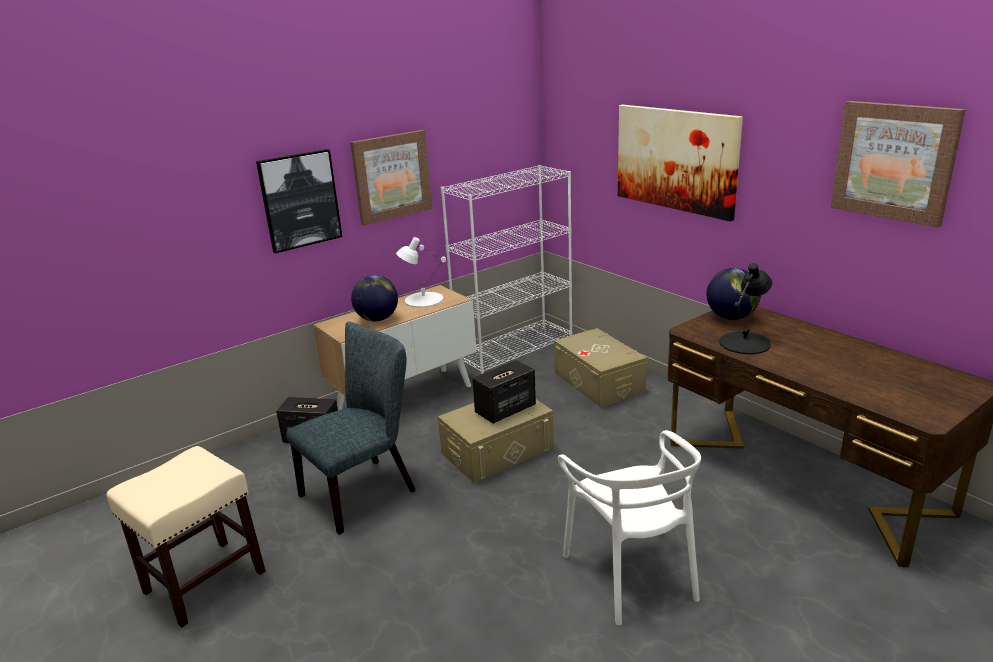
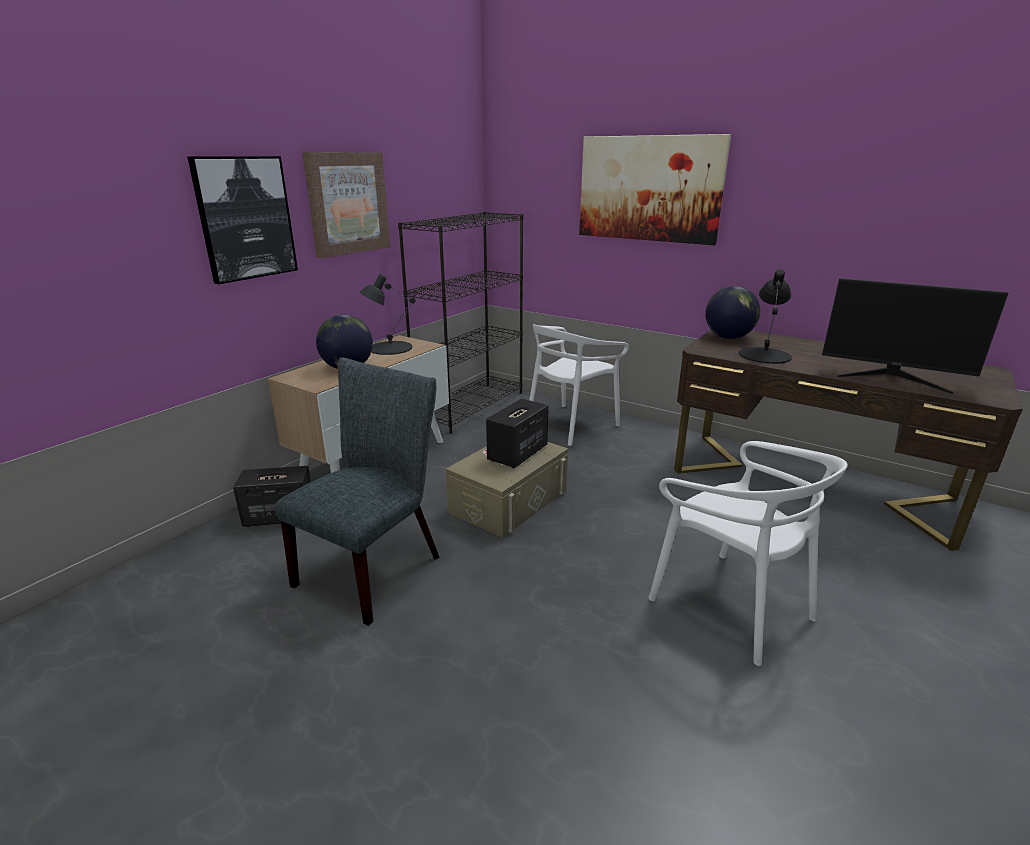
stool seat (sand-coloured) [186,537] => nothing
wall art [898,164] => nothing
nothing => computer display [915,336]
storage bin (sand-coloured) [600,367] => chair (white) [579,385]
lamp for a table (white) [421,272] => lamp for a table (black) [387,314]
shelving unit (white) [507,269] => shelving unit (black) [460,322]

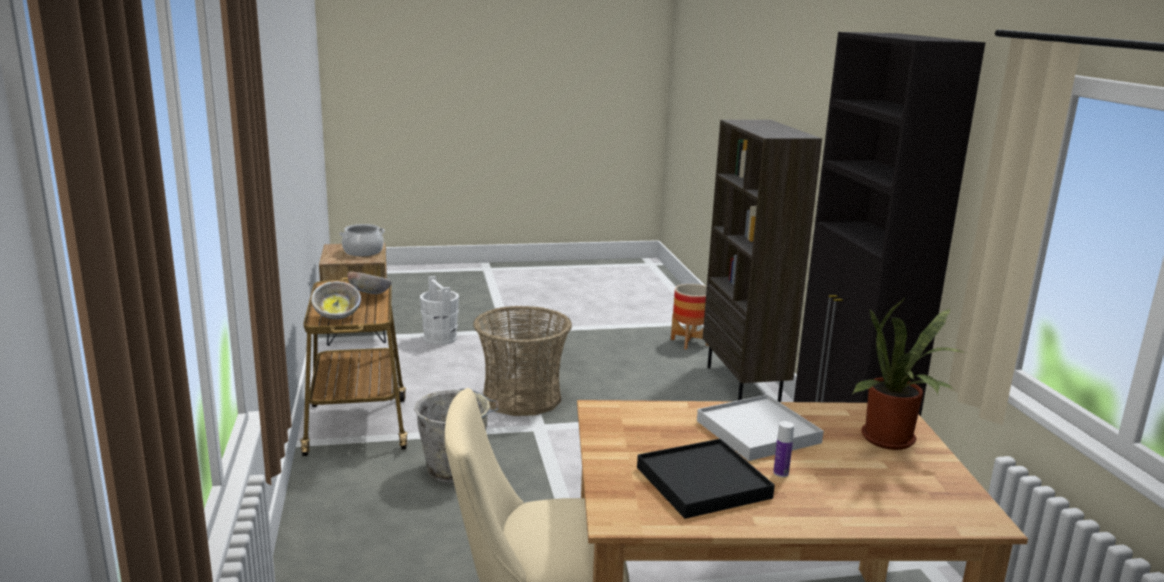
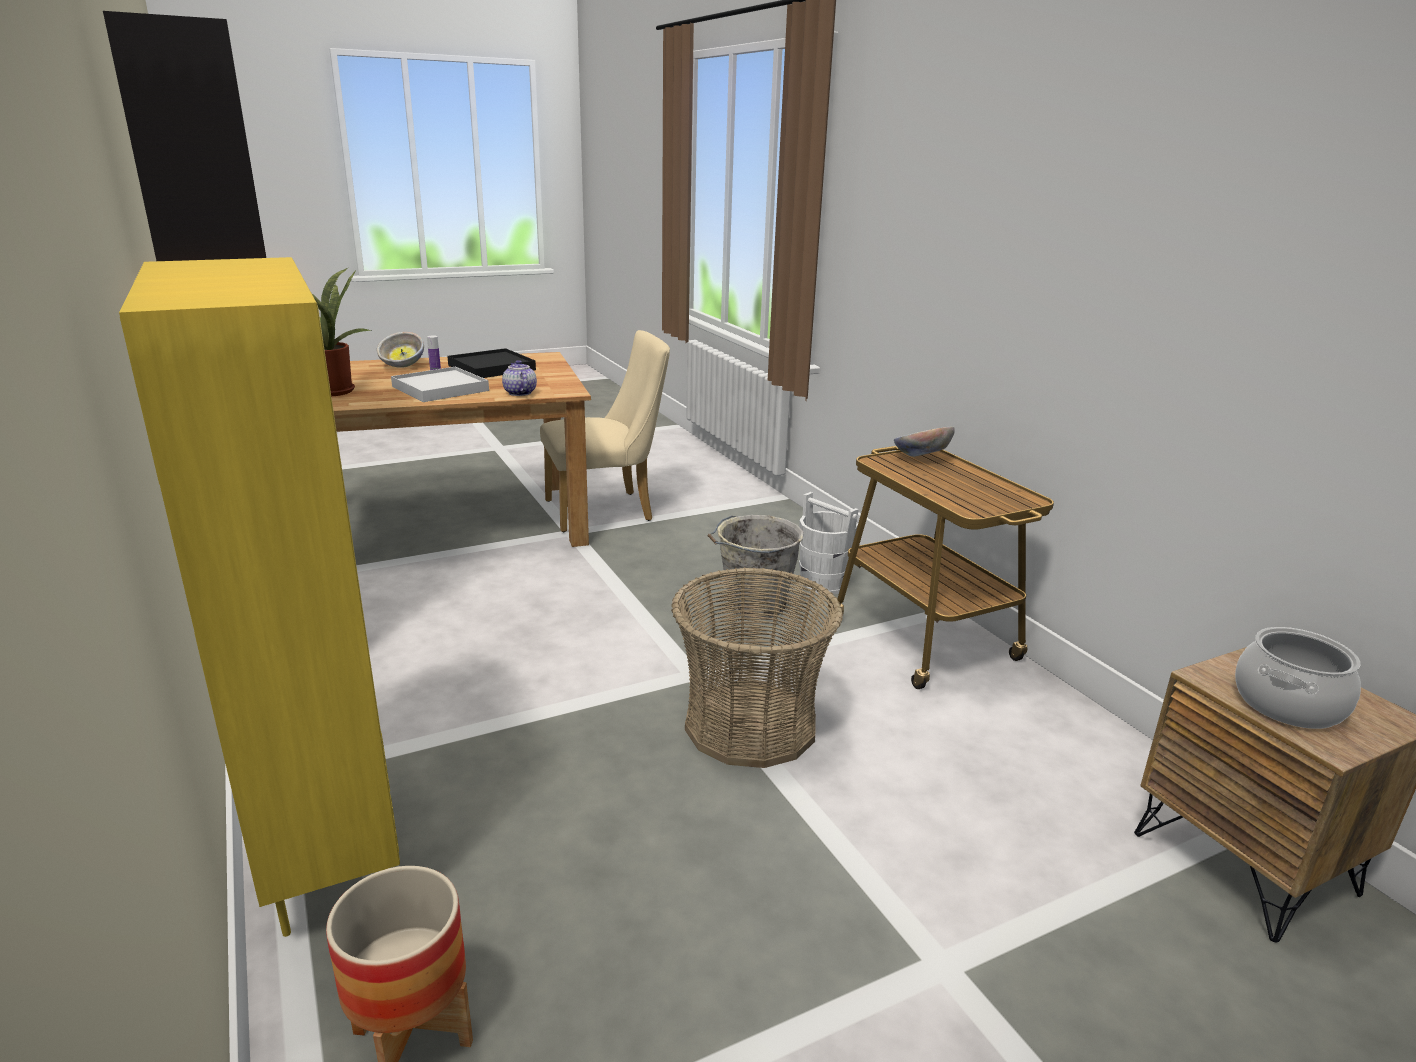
nothing => tea pot [519,378]
bowl [370,283] => bowl [400,350], moved
pail (white) [439,310] => pail (white) [829,543], moved
shelving unit (brown) [762,261] => shelving unit (yellow-coloured) [259,597]

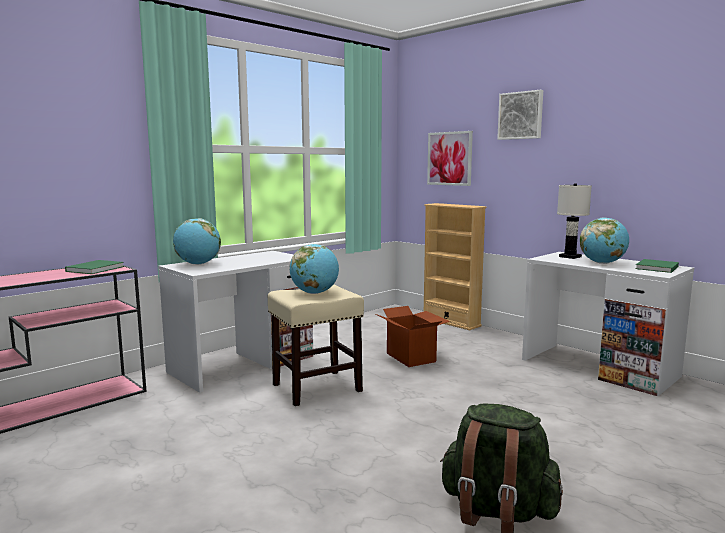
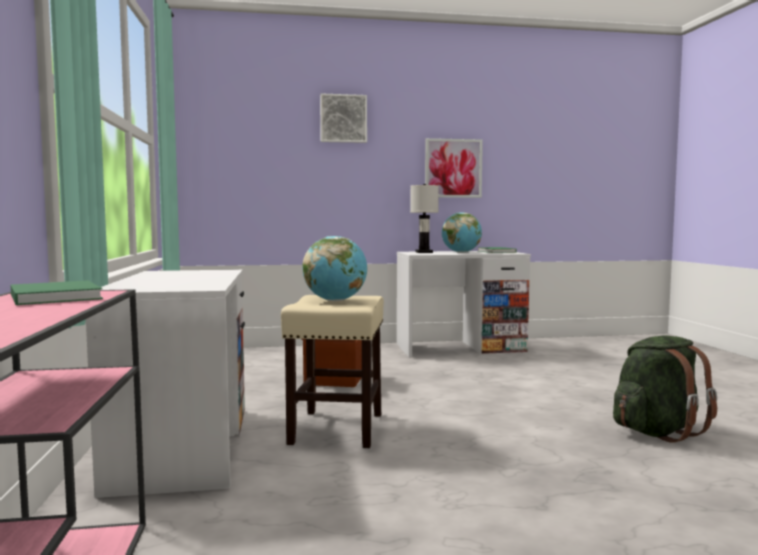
desk globe [197,241] => nothing
shelving unit (sand-coloured) [455,266] => nothing
wall art [450,158] => wall art [454,168], moved

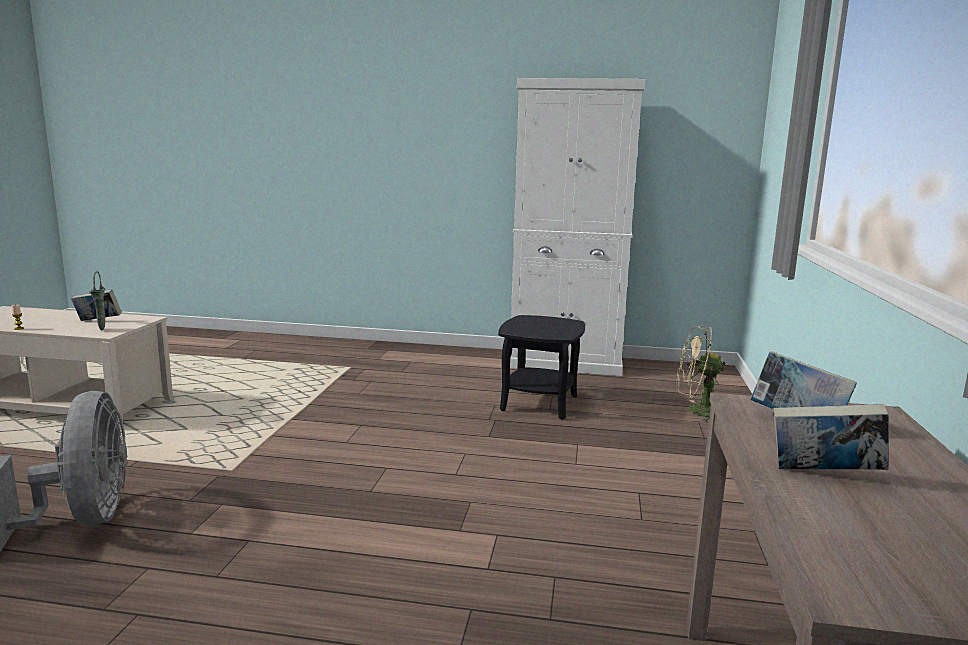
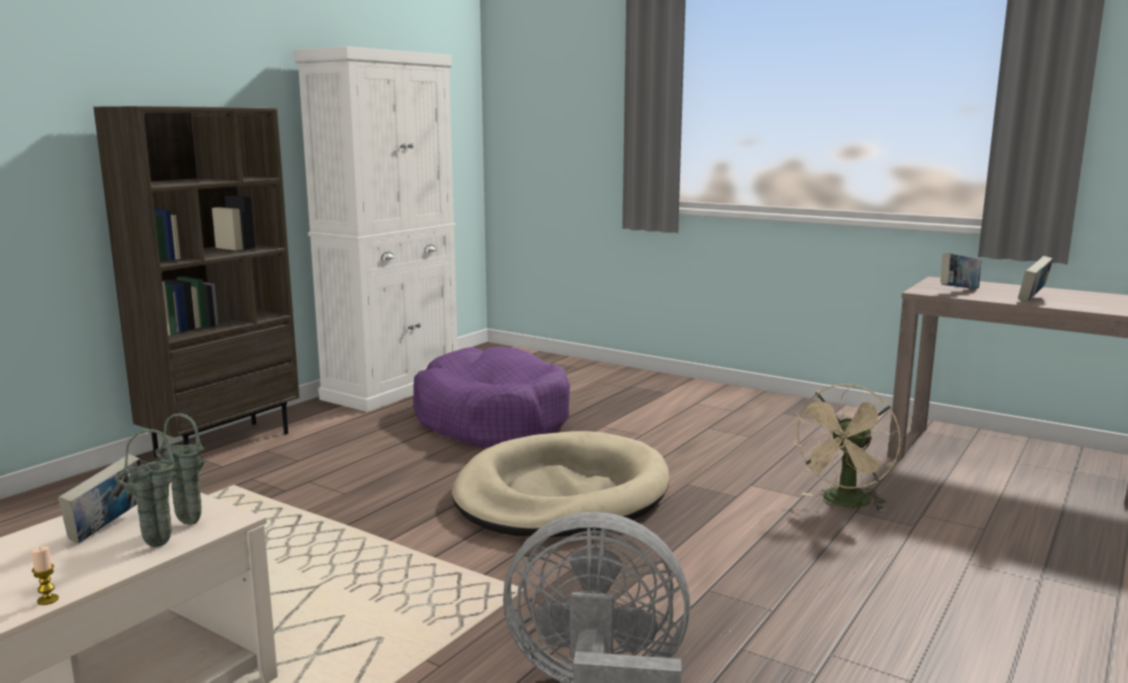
nothing => shelving unit (brown) [196,281]
nothing => decorative vase (greenish) [146,488]
nothing => dog bed (sand-coloured) [561,484]
cooling fan (sand-coloured) [701,373] => cooling fan (sand-coloured) [846,447], moved
side table (black) [541,367] => dog bed (purple) [491,397]

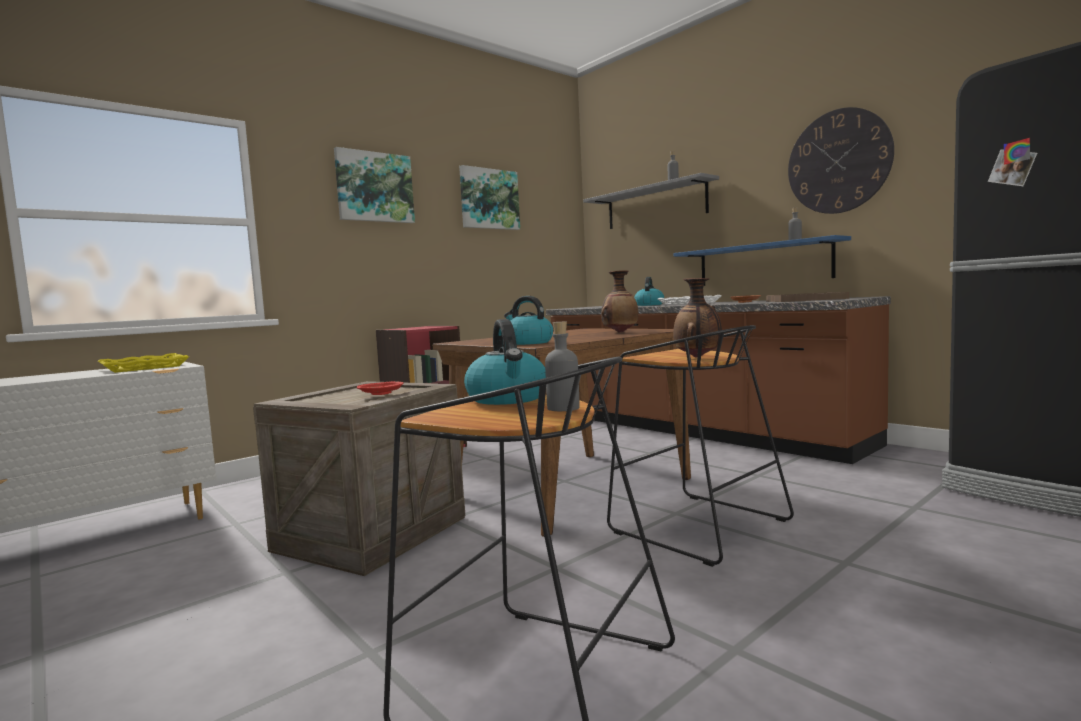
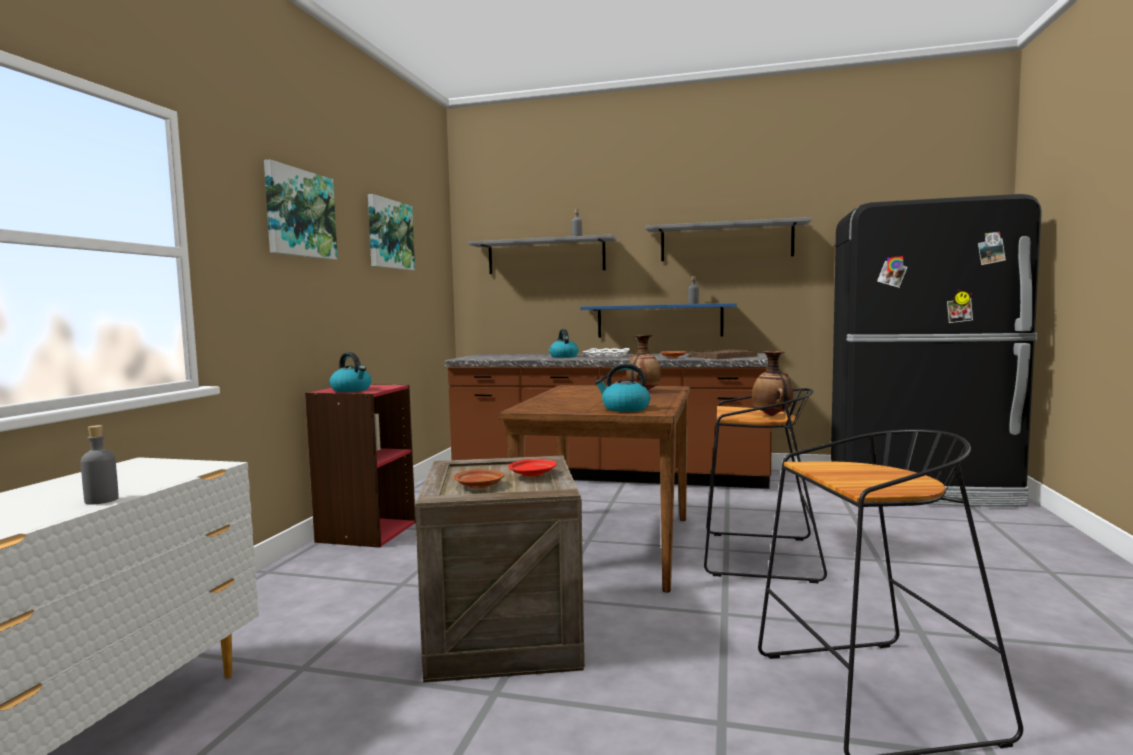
serving tray (yellow-coloured) [143,363] => nothing
nothing => flat dish (brown) [479,478]
kettle [505,362] => kettle [350,372], moved
bottle (grey) [562,366] => bottle (grey) [100,465], moved
hanging clock [841,160] => shelf (grey) [728,239]

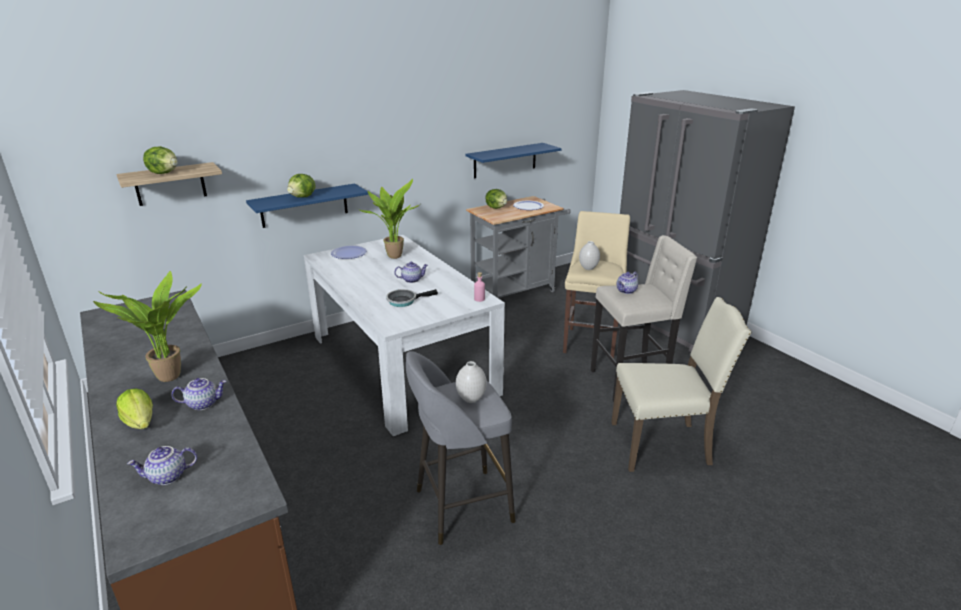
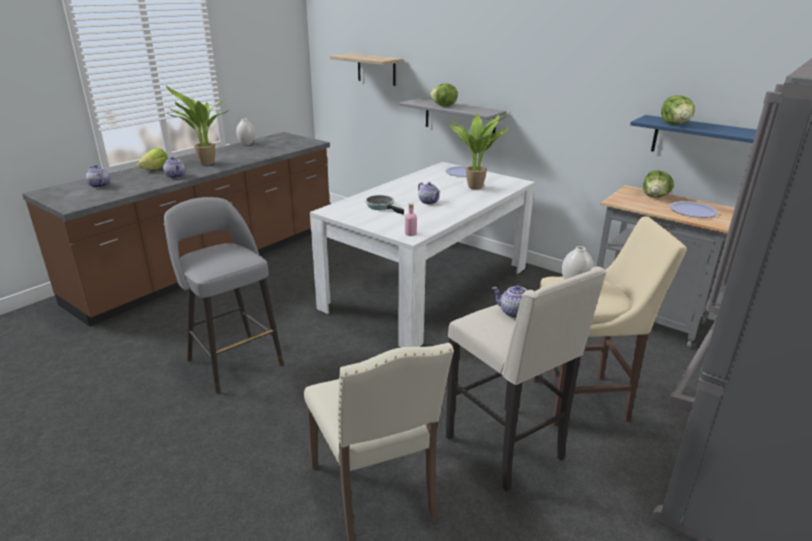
lettuce head [160,160] => lettuce head [678,110], moved
decorative vase (white) [471,382] => decorative vase (white) [245,132], moved
shelf (blue) [307,205] => shelf (grey) [452,116]

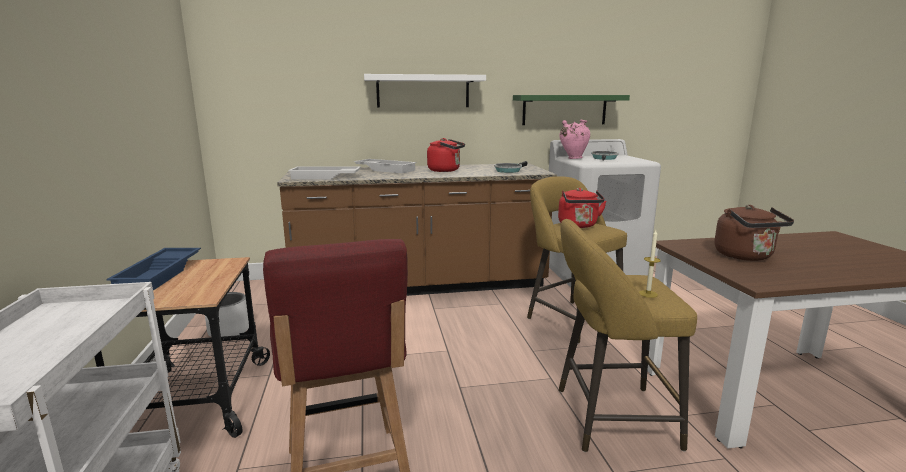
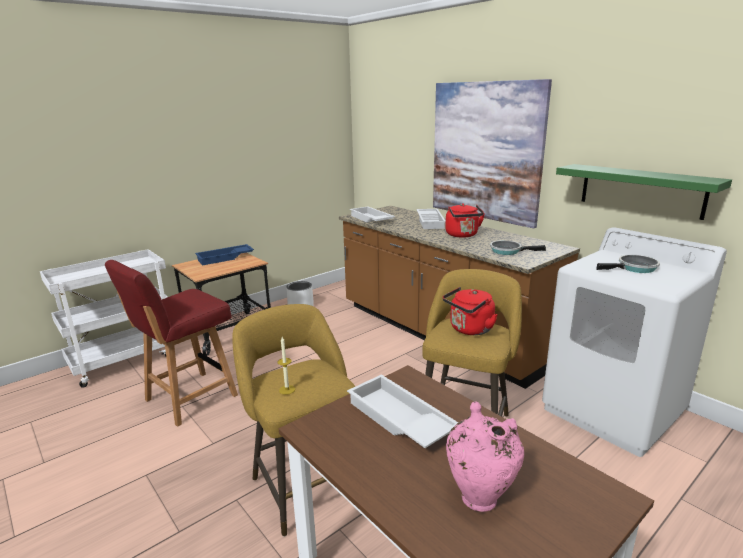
decorative vase (pink) [574,139] => decorative vase (pink) [485,456], moved
shelf (white) [425,91] => wall art [492,153]
kettle (brown) [754,233] => serving tray (white) [402,411]

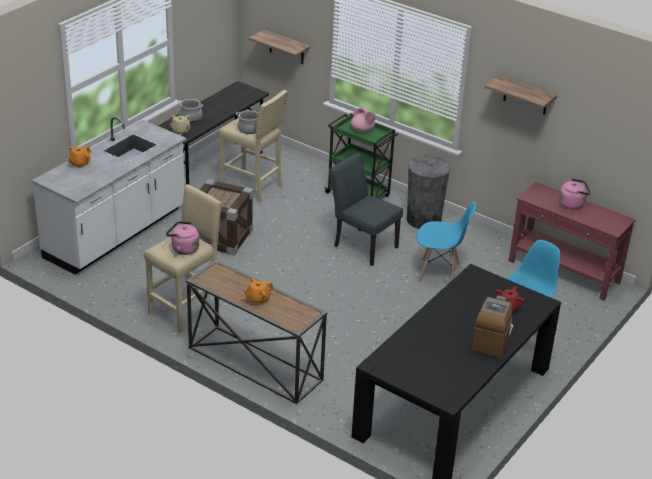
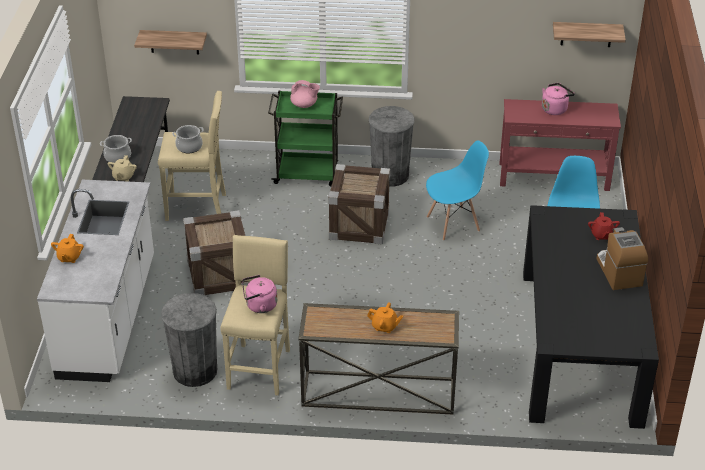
nothing => trash can (grey) [189,340]
shelf [520,95] => shelf [589,34], moved
chair (grey) [366,209] => crate [359,204]
tea pot (orangey) [258,291] => tea pot (orangey) [385,317], 105 degrees counterclockwise

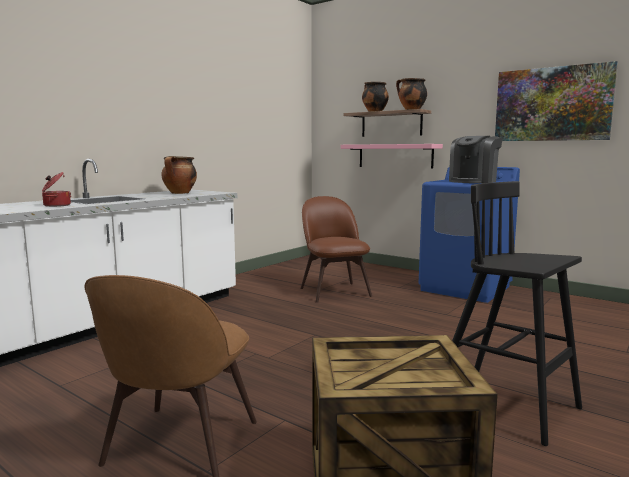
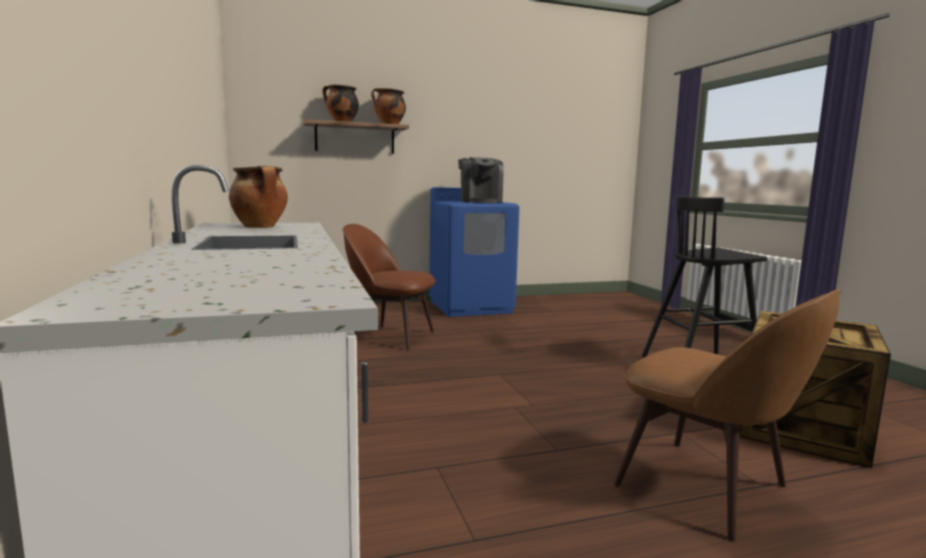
saucepot [56,189] => nothing
shelf (pink) [392,156] => nothing
wall art [556,101] => nothing

